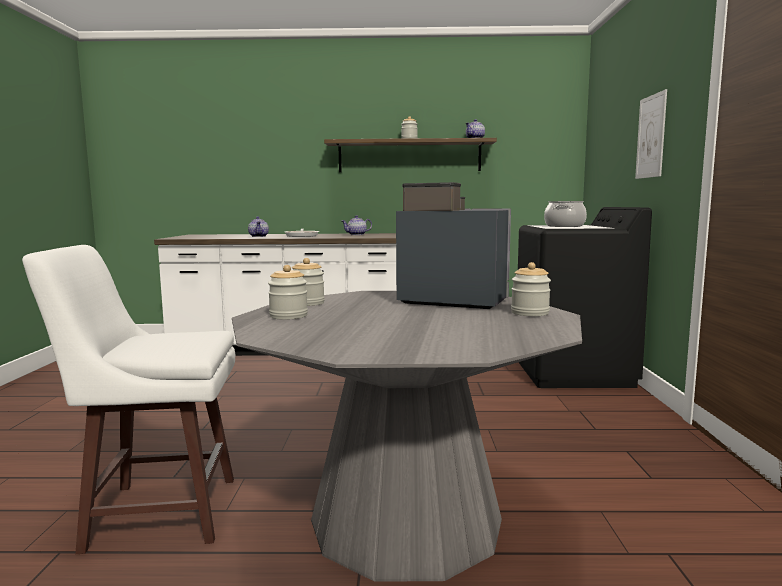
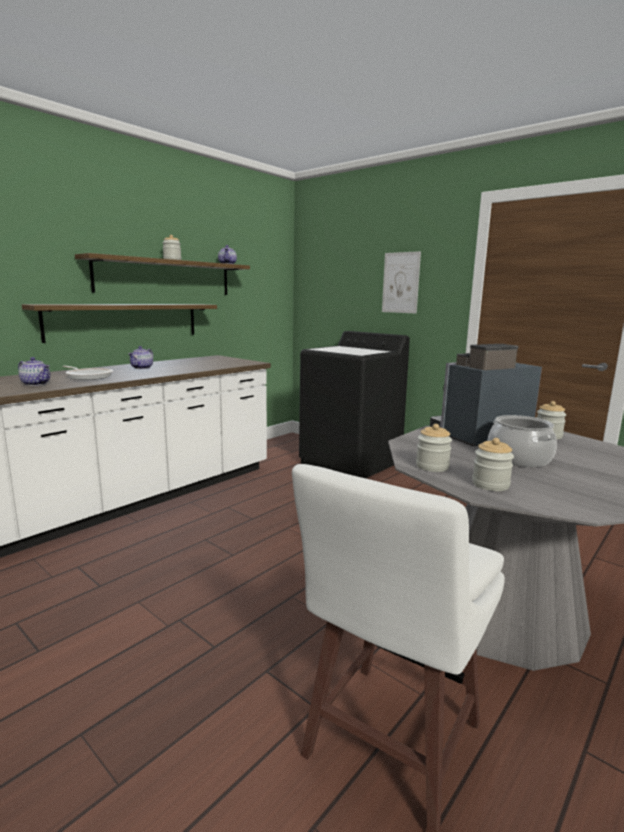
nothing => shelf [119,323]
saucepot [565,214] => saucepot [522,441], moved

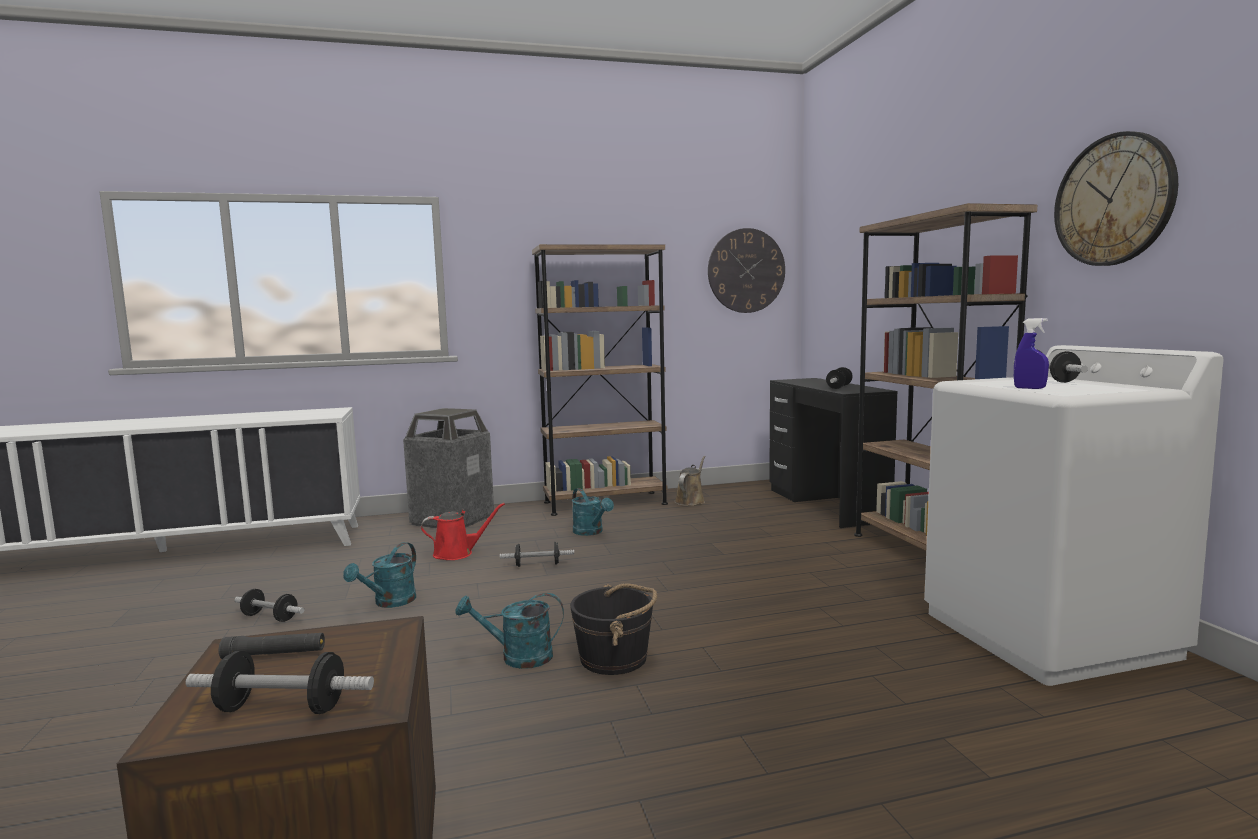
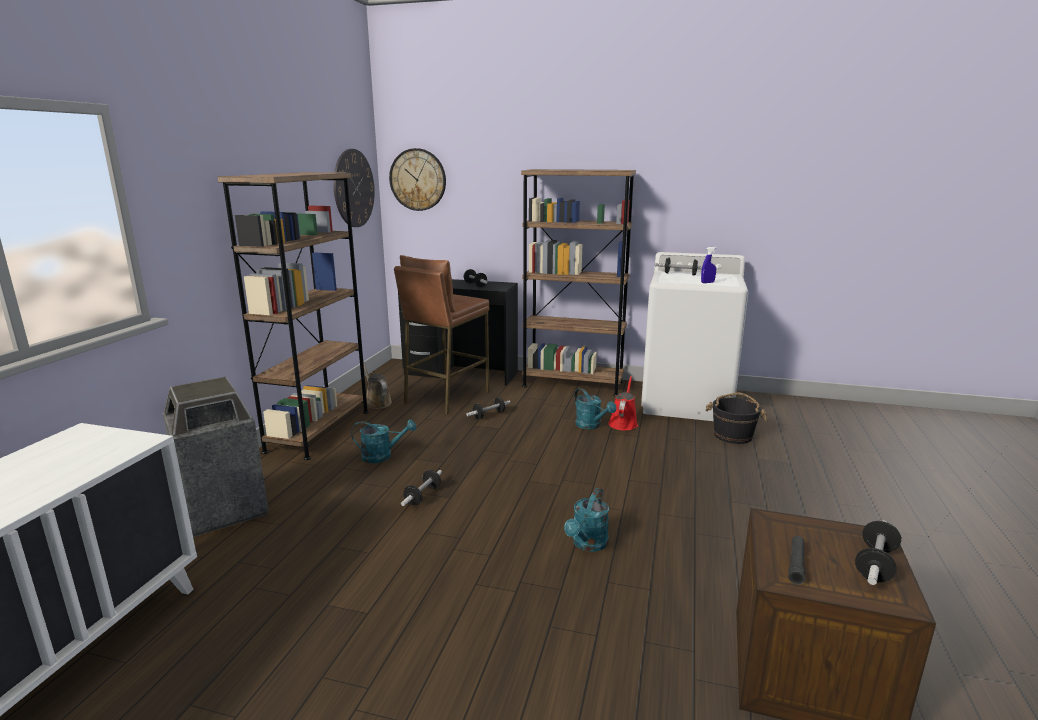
nothing => stool seat (brown) [441,335]
free weight [269,605] => free weight [488,408], moved
watering pot (turquoise) [379,575] => watering pot (turquoise) [595,409], moved
watering pot (reddish) [463,531] => watering pot (reddish) [623,403], moved
pail (black) [613,629] => pail (black) [736,418], moved
hanging clock [1116,198] => hanging clock [417,179], moved

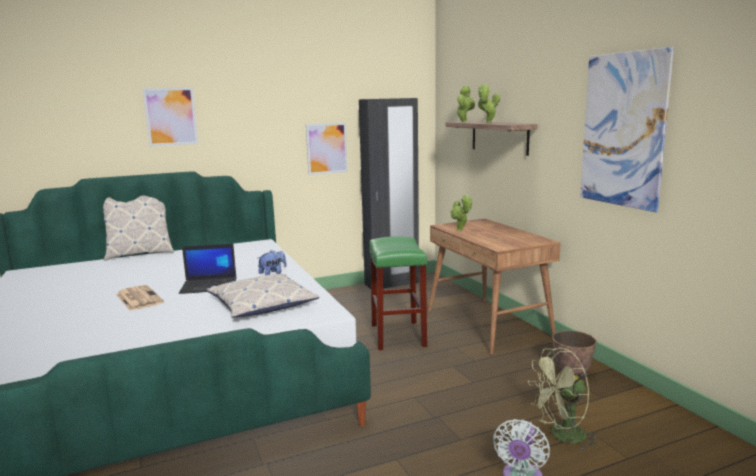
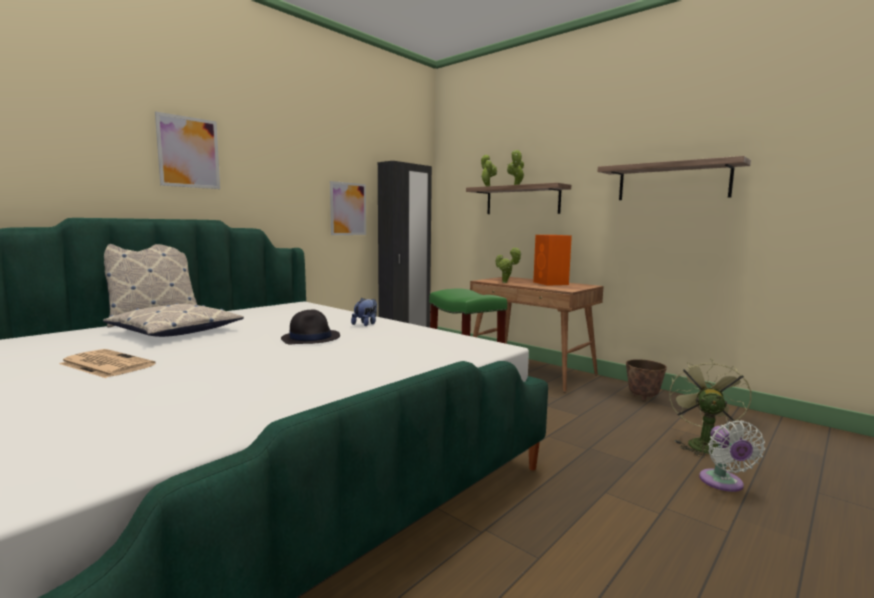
nothing => speaker (orangey) [552,260]
newspaper [140,298] => newspaper [107,363], moved
pillow [263,296] => pillow [173,320], moved
notebook computer [208,269] => wearable hat (black) [310,327]
wall art [627,129] => shelf [674,178]
cooling fan (greenish) [563,399] => cooling fan (greenish) [710,408], 150 degrees clockwise

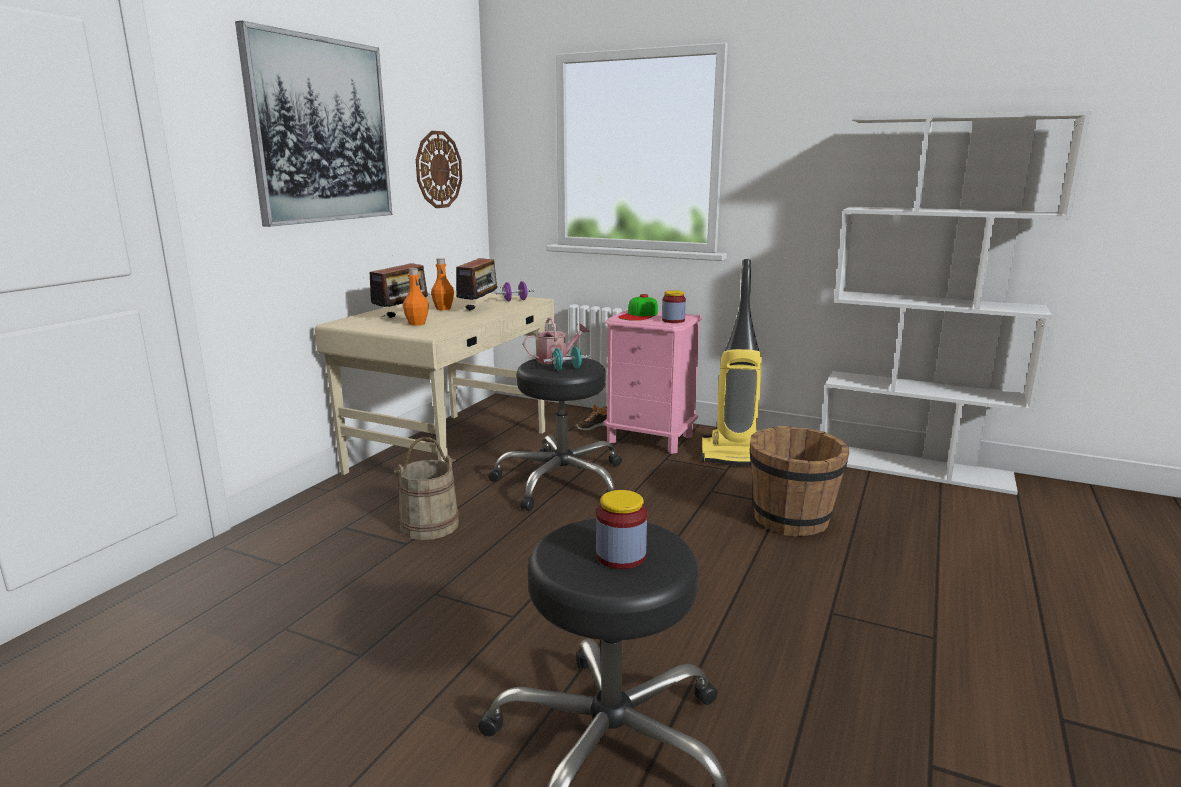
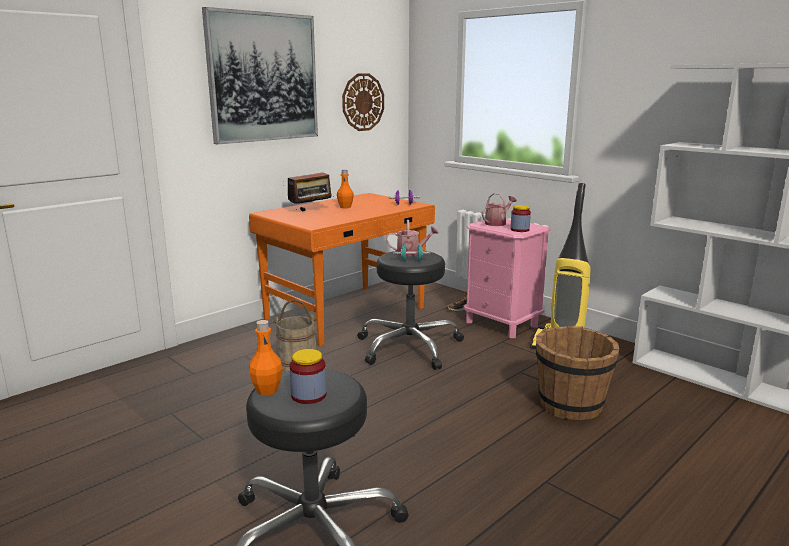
radio set [476,280] => nothing
bottle (orangey) [416,297] => bottle (orangey) [266,357], moved
baseball cap [638,307] => watering pot [499,209]
desk table (sand-coloured) [434,383] => desk table (orangey) [342,269]

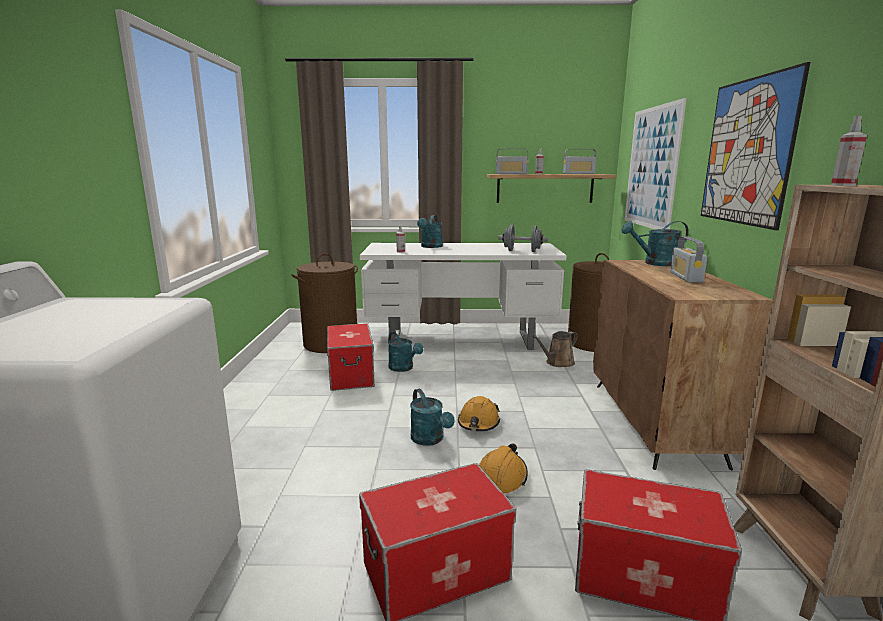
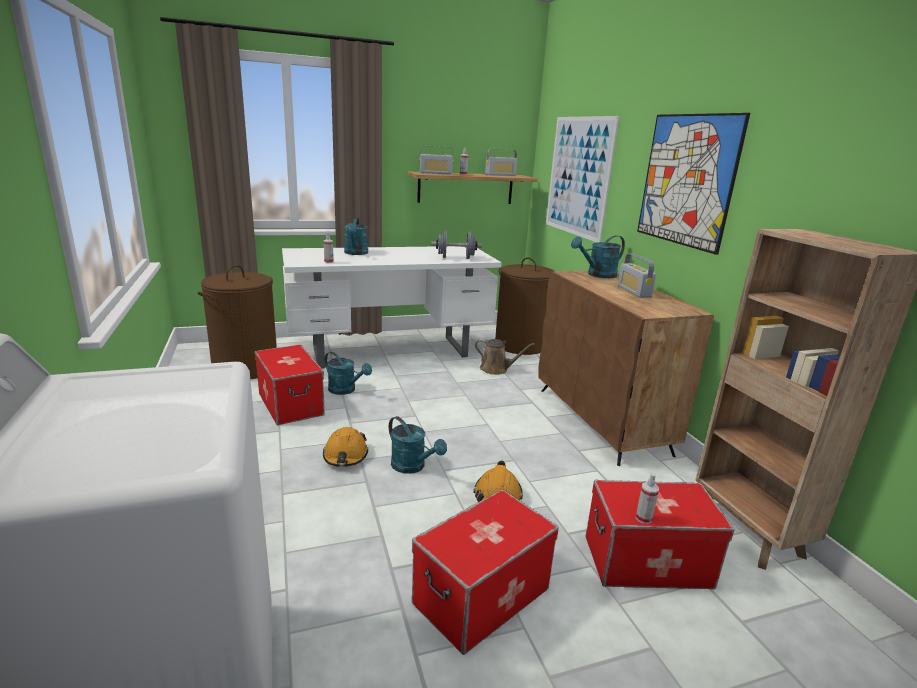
safety helmet (orangey) [479,413] => safety helmet (orangey) [345,447], moved
sprayer [849,151] => sprayer [647,498], moved
watering pot (brown) [555,349] => watering pot (brown) [505,357], 105 degrees counterclockwise

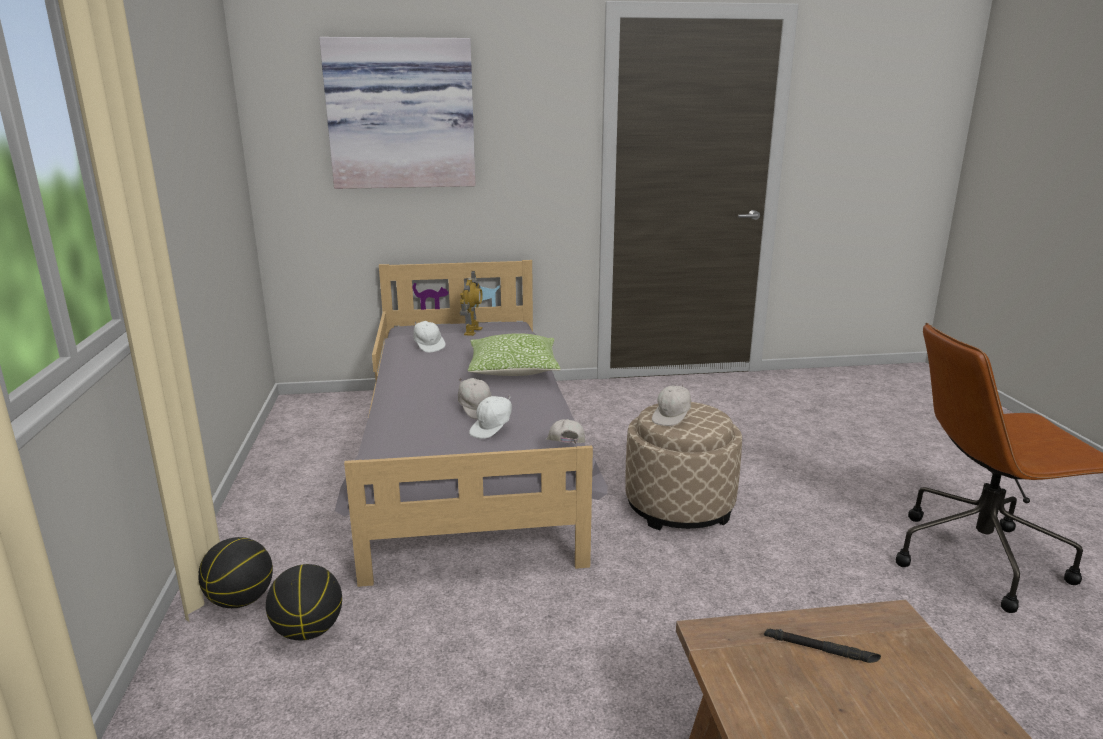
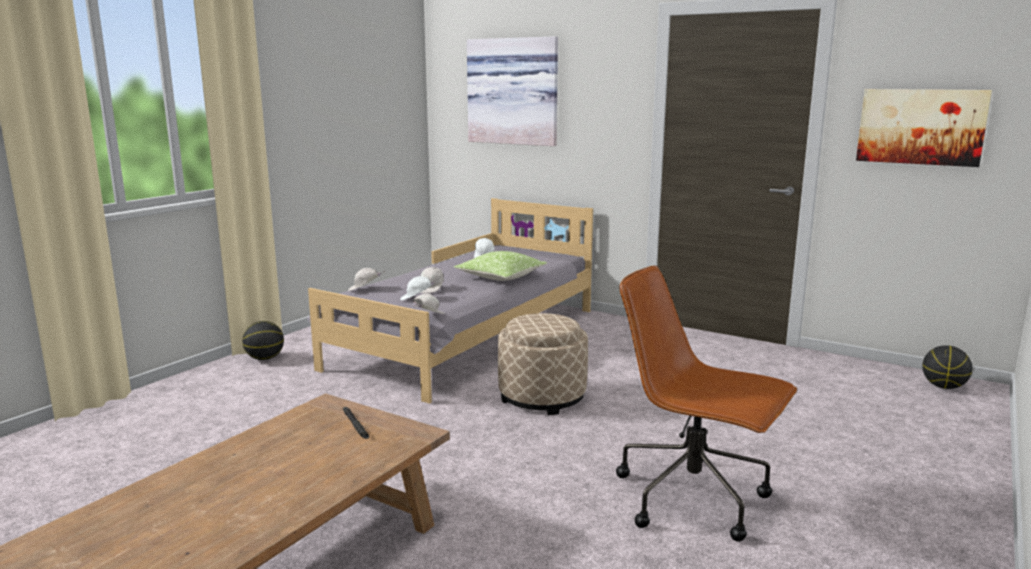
robot figure [471,303] => nothing
nothing => wall art [924,128]
ball for basketball [304,602] => ball for basketball [947,367], moved
baseball cap (white) [671,405] => baseball cap (white) [366,279], moved

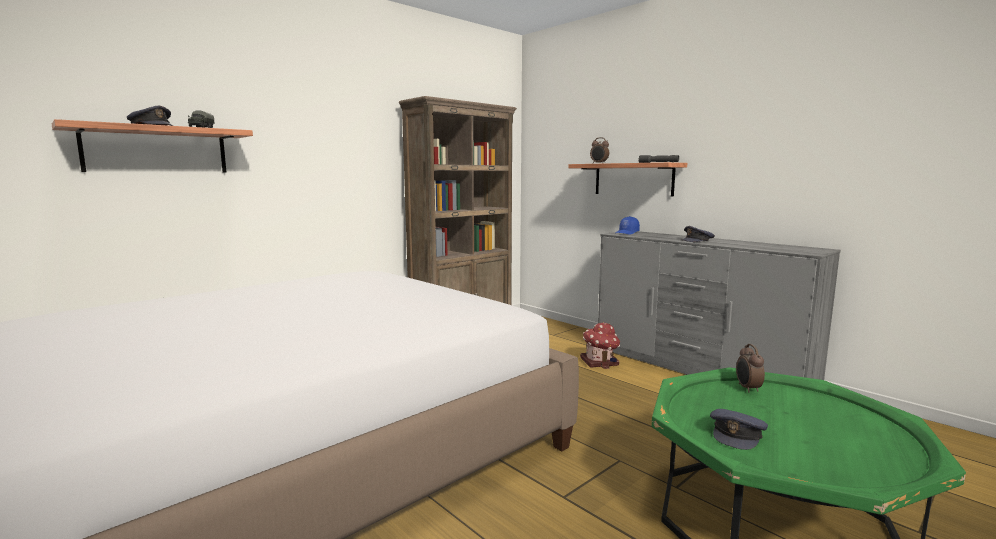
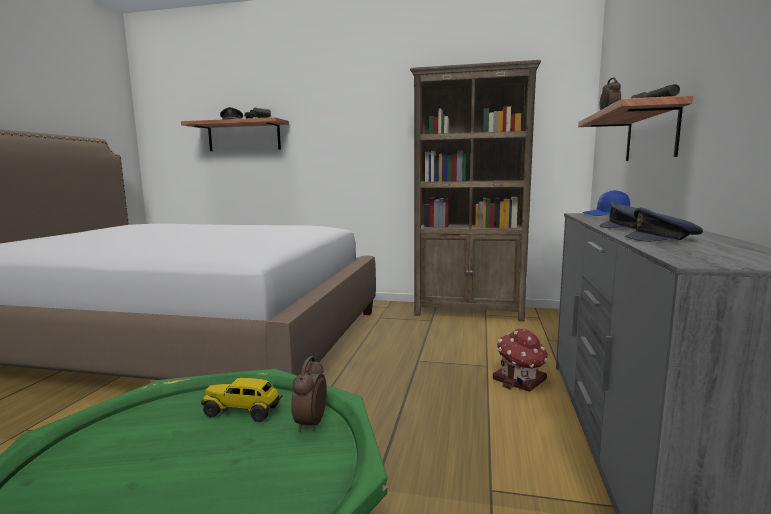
nothing => toy lorry [242,400]
baseball cap (grey) [739,429] => baseball cap (grey) [664,224], moved
alarm clock [750,368] => alarm clock [309,394], 45 degrees counterclockwise

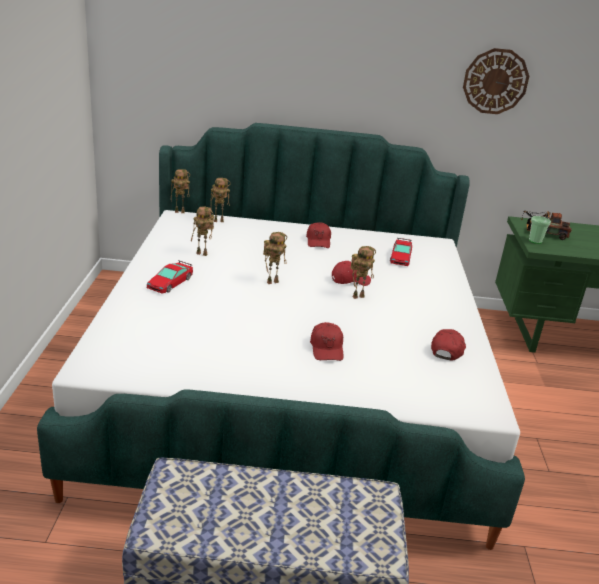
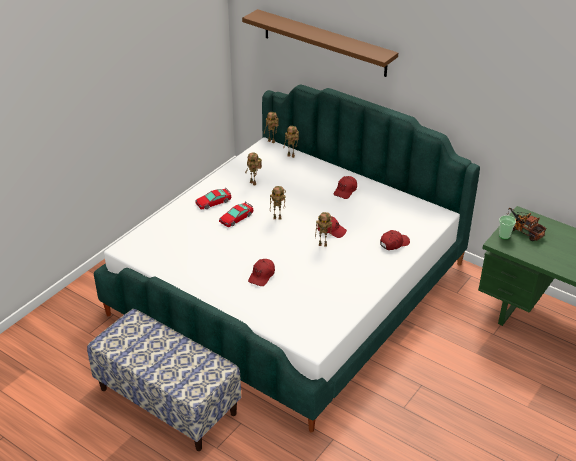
hanging clock [496,81] => nothing
nothing => shelf (brown) [320,43]
miniature car [401,252] => miniature car [236,214], moved
baseball cap (reddish) [448,345] => baseball cap (reddish) [395,240], moved

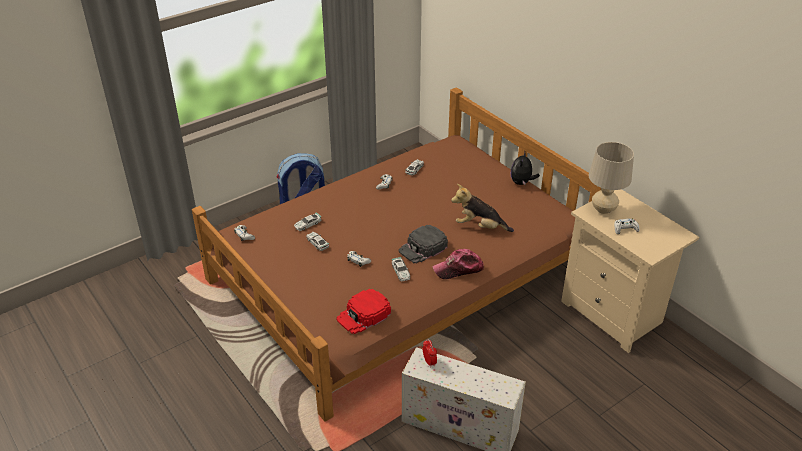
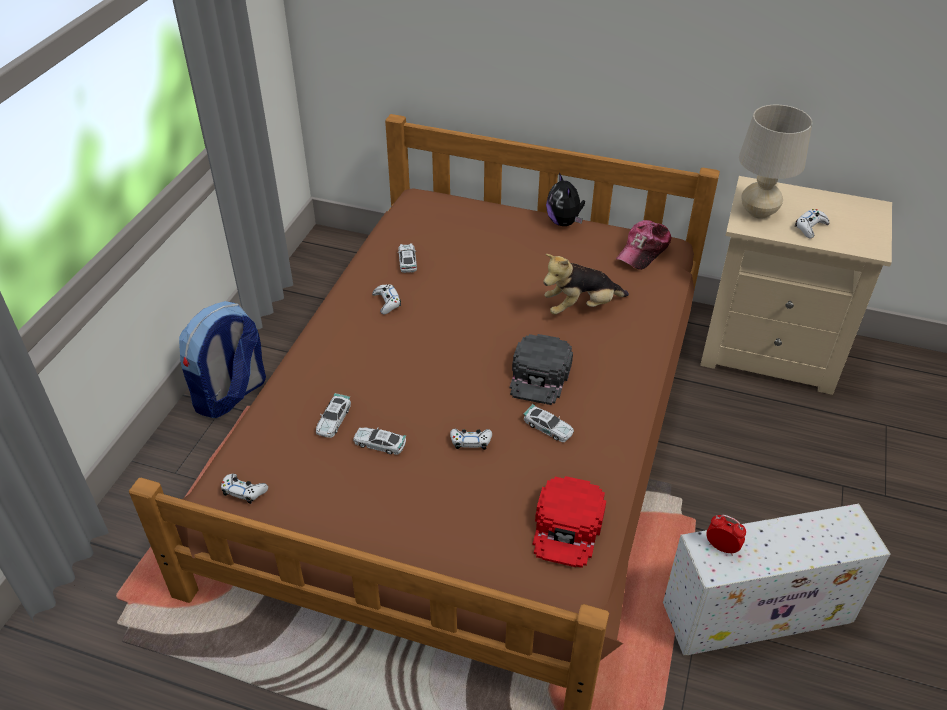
baseball cap [458,264] => baseball cap [644,245], moved

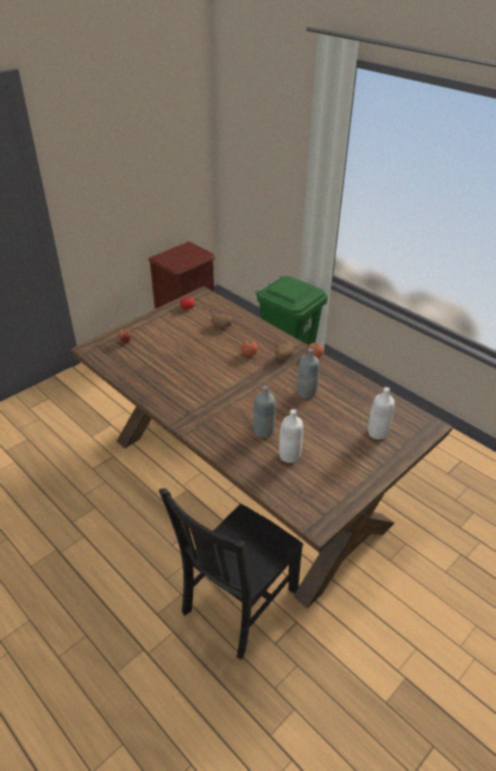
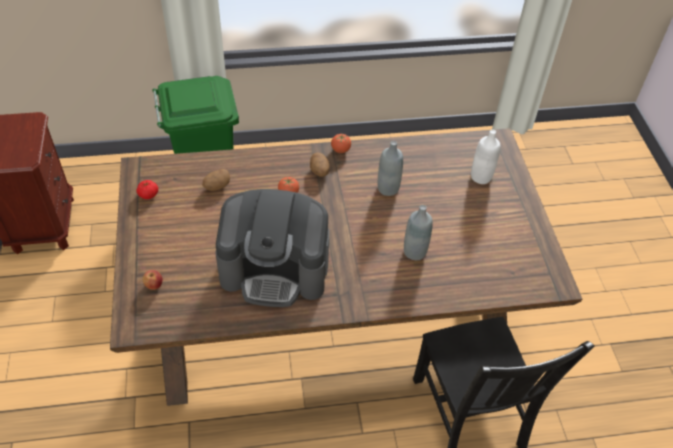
bottle (white) [291,436] => nothing
nothing => coffee brewer [272,248]

